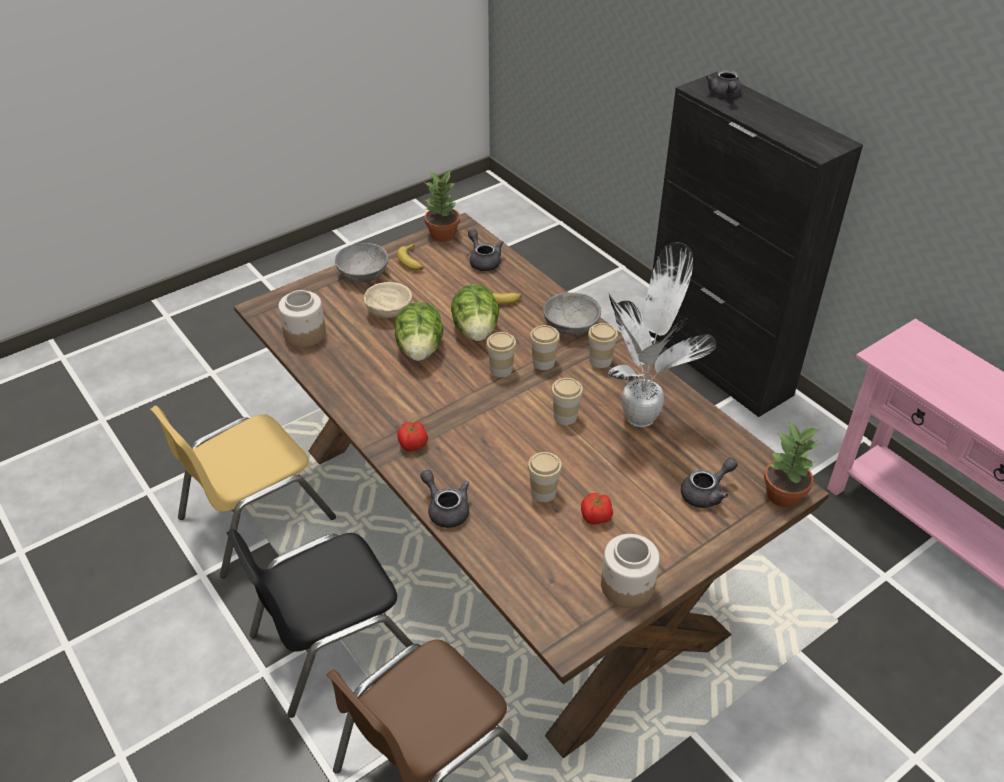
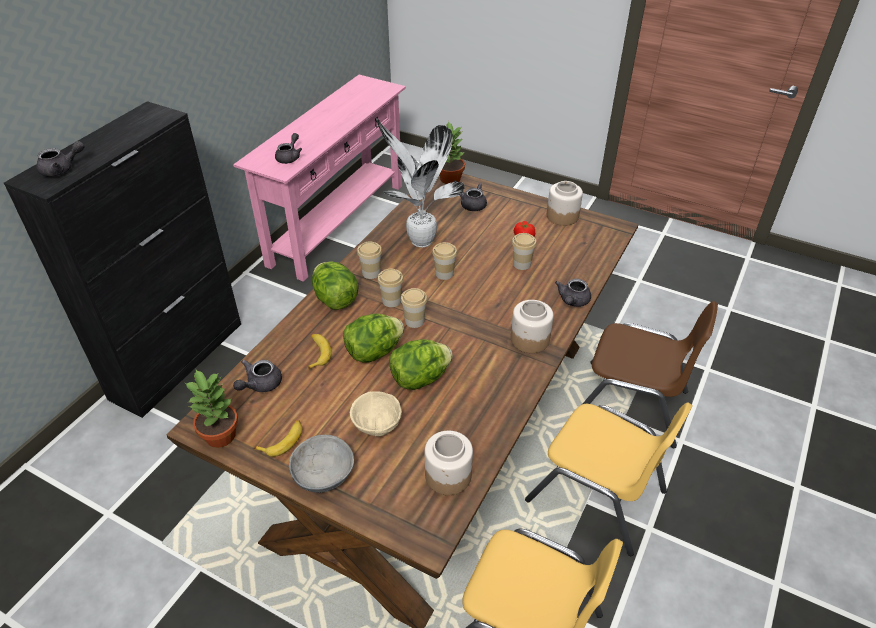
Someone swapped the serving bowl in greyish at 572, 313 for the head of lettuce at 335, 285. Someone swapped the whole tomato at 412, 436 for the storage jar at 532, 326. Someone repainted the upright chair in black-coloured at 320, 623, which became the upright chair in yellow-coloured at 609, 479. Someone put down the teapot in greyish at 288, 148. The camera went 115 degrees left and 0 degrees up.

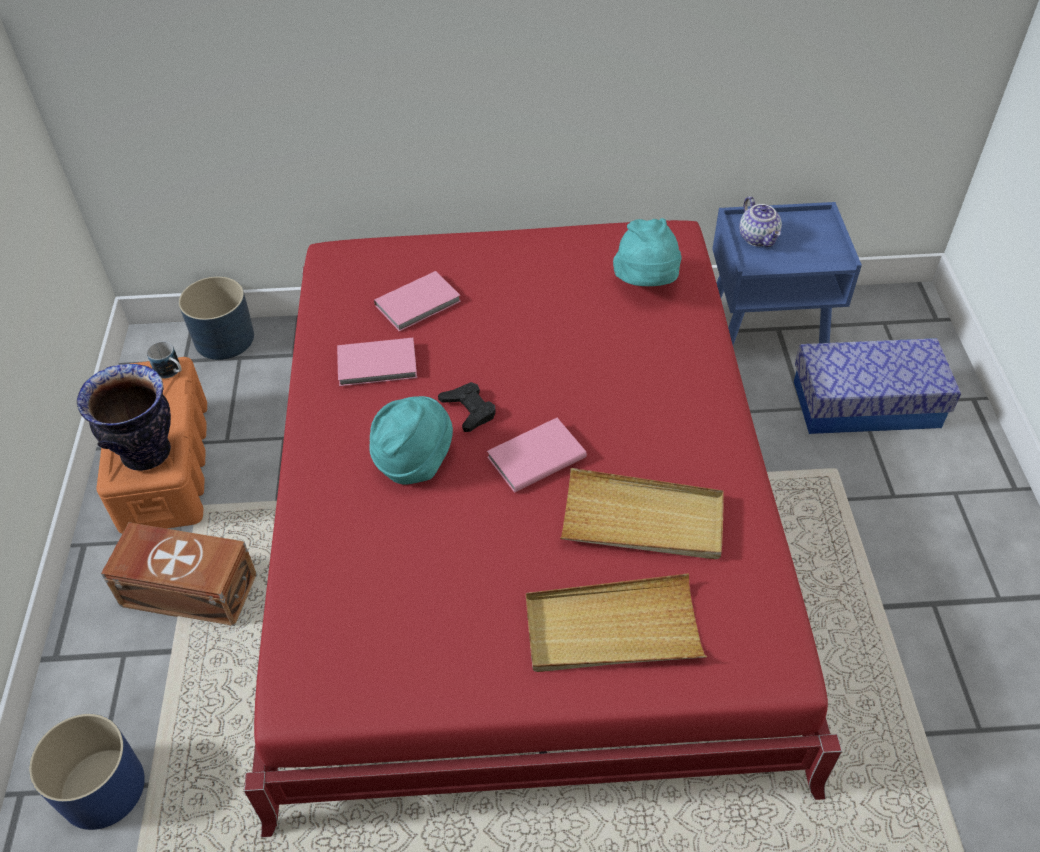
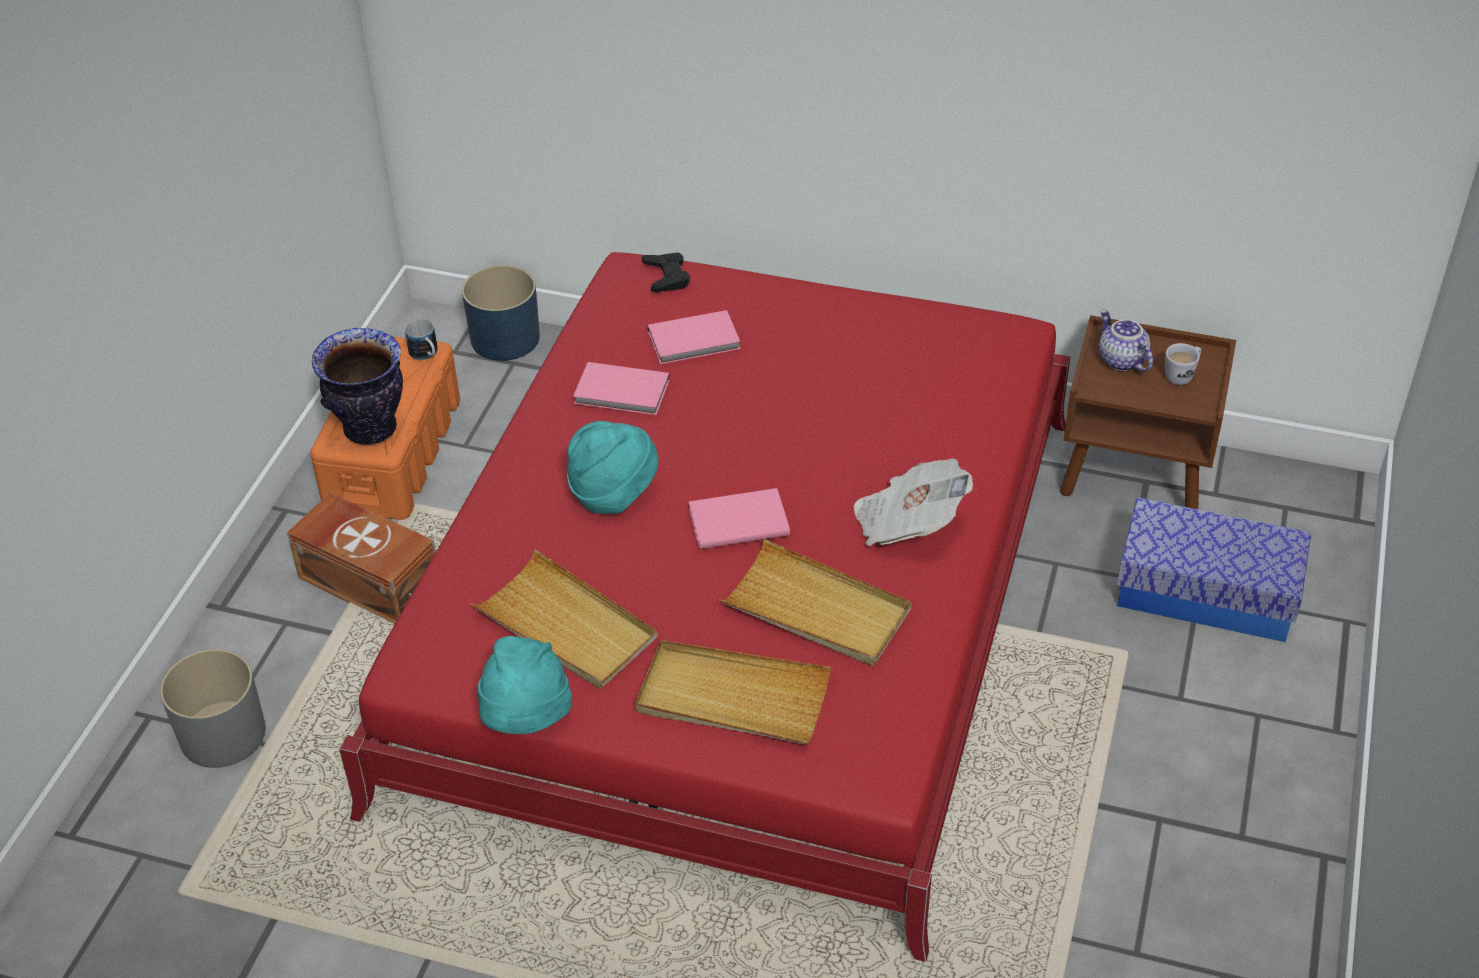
Someone rotated the teapot at 761, 221 by 150 degrees clockwise. Someone repainted the bedside table in bluish at 787, 273, which became the bedside table in brown-coloured at 1148, 412. Someone carried the wearable hat in turquoise from 647, 252 to 525, 685. Someone carried the joypad in black-coloured from 467, 407 to 666, 272. Someone repainted the plant pot in bluish at 87, 772, which became the plant pot in greyish at 212, 708. Someone put down the tea mug in white-coloured at 1183, 364. Someone put down the printed paper at 913, 502. Someone put down the carrying tray in beige-coloured at 564, 619. The camera went 20 degrees right and 5 degrees down.

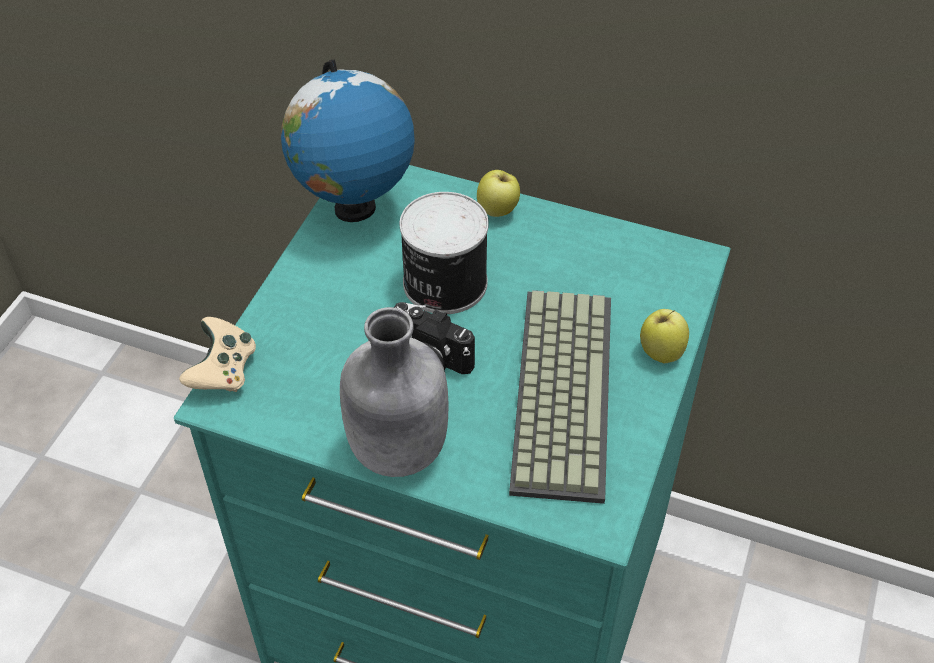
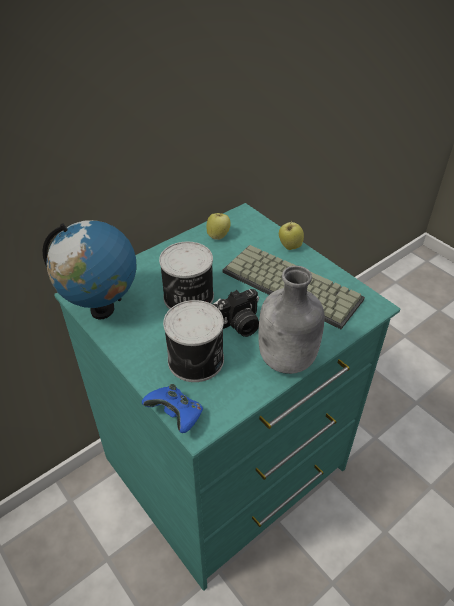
Someone carried the whole apple from 498, 193 to 218, 226. Someone repainted the joypad in beige-coloured at 217, 354, which became the joypad in bluish at 172, 408. Someone put down the sealed can at 193, 341. The camera went 60 degrees left and 5 degrees down.

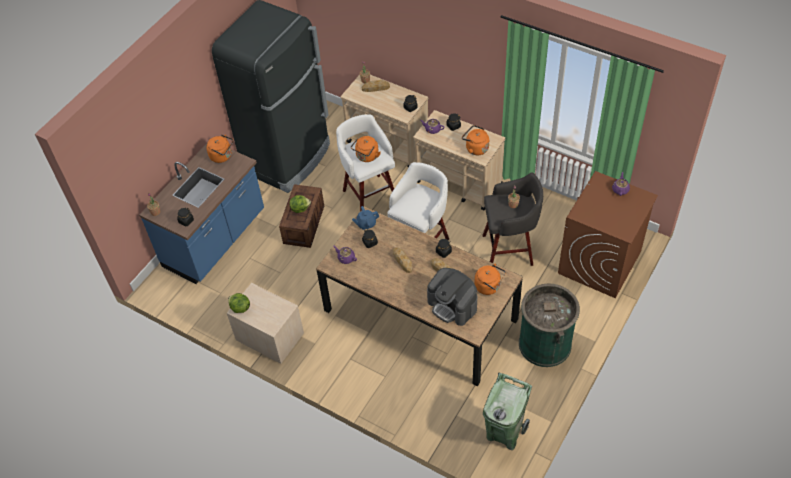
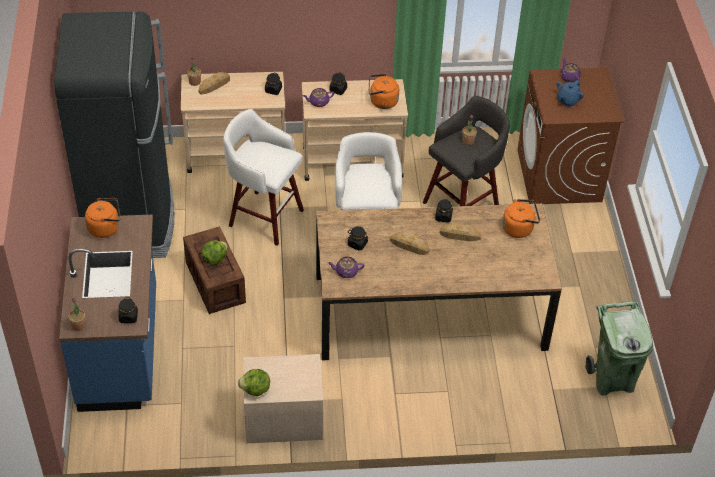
Someone took away the tea kettle in orange-coloured at 365, 149. Someone carried the teapot in bluish from 365, 218 to 570, 93. Someone took away the coffee machine at 452, 297. Someone took away the trash can in green at 549, 325. The camera went 40 degrees left and 5 degrees down.

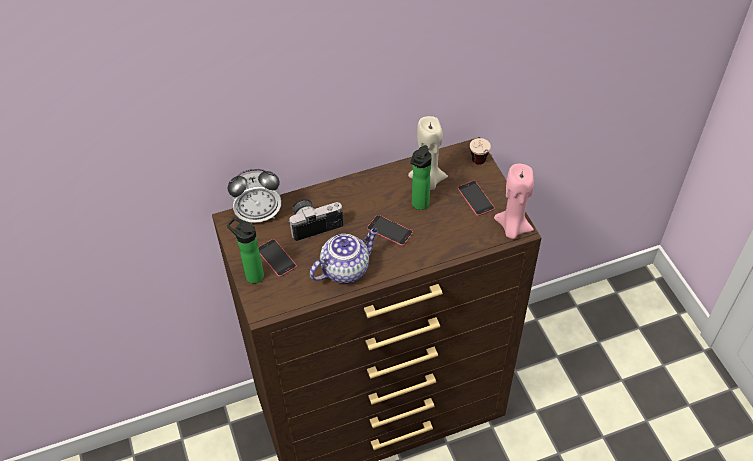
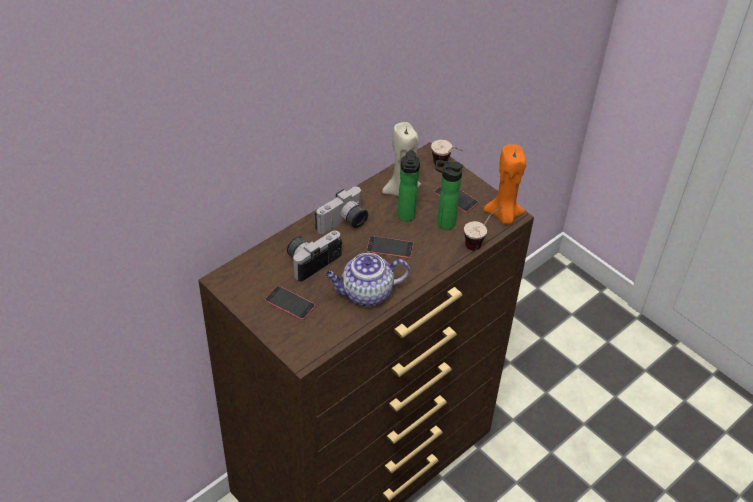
Someone repainted the wax light in pink-coloured at 514, 201, which became the wax light in orange-coloured at 504, 184. Someone took away the bedside clock at 254, 196. Someone carried the drink bottle from 245, 250 to 449, 195. Someone rotated the teapot at 344, 255 by 135 degrees counterclockwise. Someone put down the photo camera at 341, 210. Someone put down the cup at 483, 228. The camera went 25 degrees left and 5 degrees down.

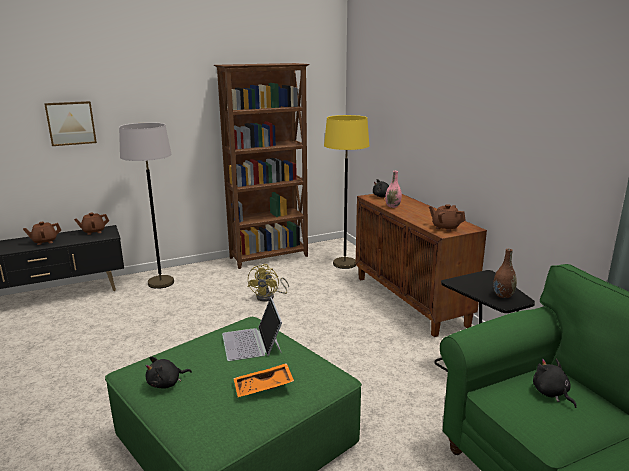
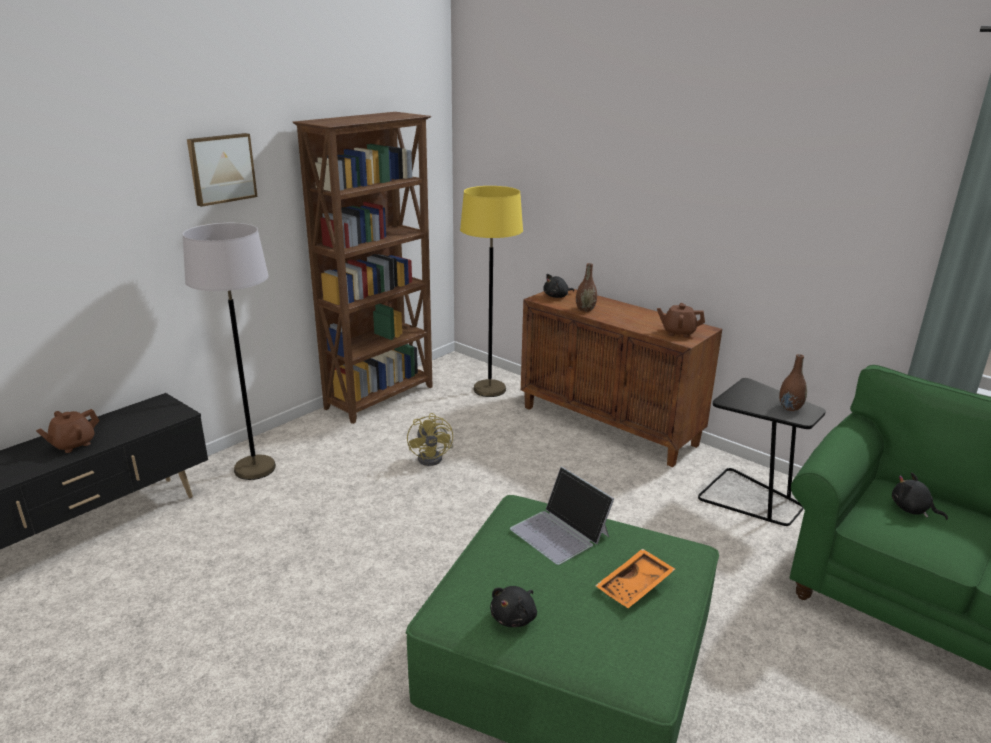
Someone carried the wall art from 70, 123 to 222, 170. Someone repainted the decorative vase in pink-coloured at 393, 189, which became the decorative vase in brown-coloured at 586, 287. Someone took away the teapot in brown-coloured at 91, 224. The camera went 25 degrees left and 5 degrees up.

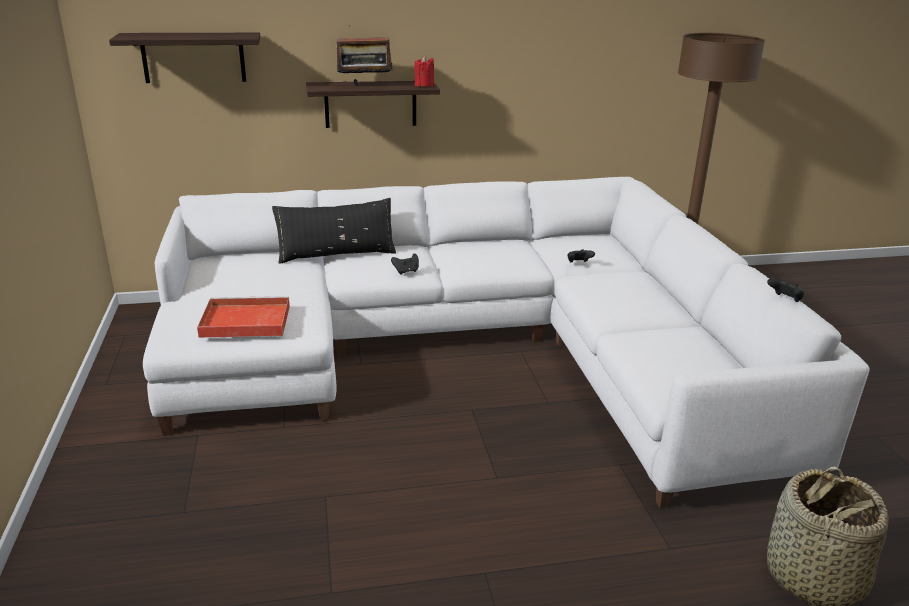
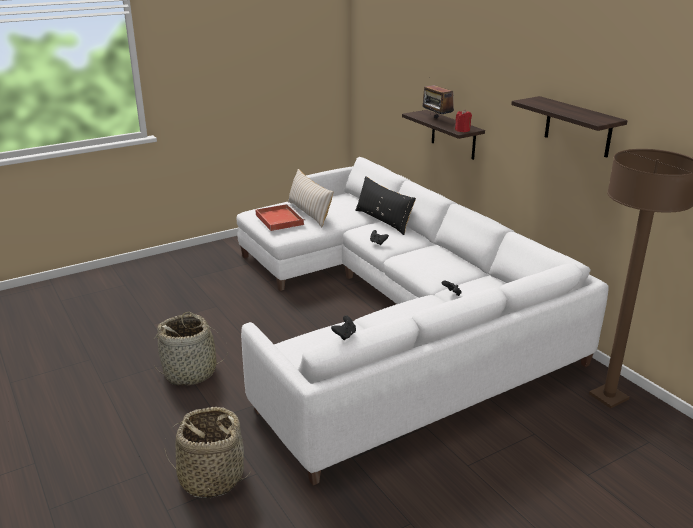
Someone carried the bracket shelf from 185, 58 to 569, 127. Someone put down the cushion in beige-coloured at 311, 198. Someone put down the household basket at 190, 349. The camera went 70 degrees right and 0 degrees up.

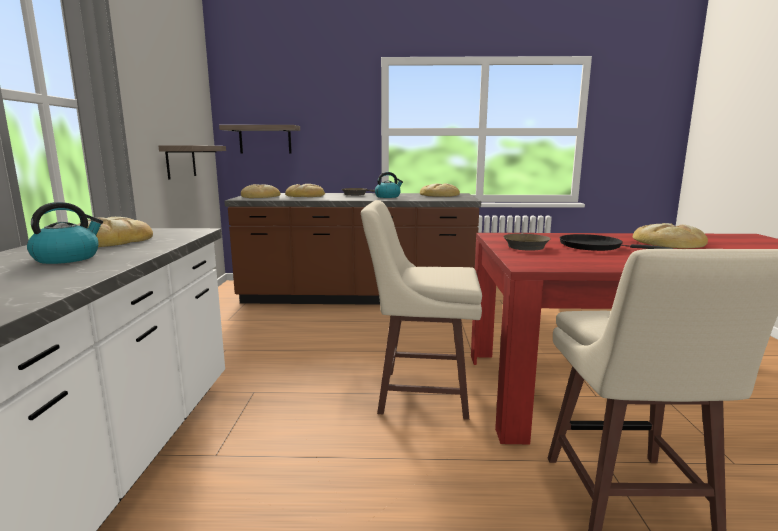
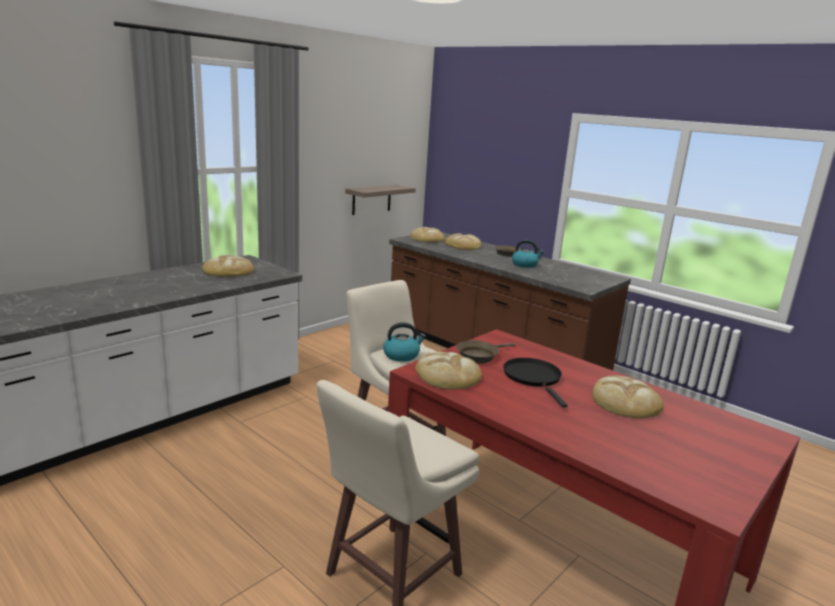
Someone took away the bracket shelf at 259, 139. Someone carried the bread from 440, 190 to 448, 371. Someone carried the tea kettle from 65, 233 to 404, 342. The camera went 40 degrees right and 5 degrees up.

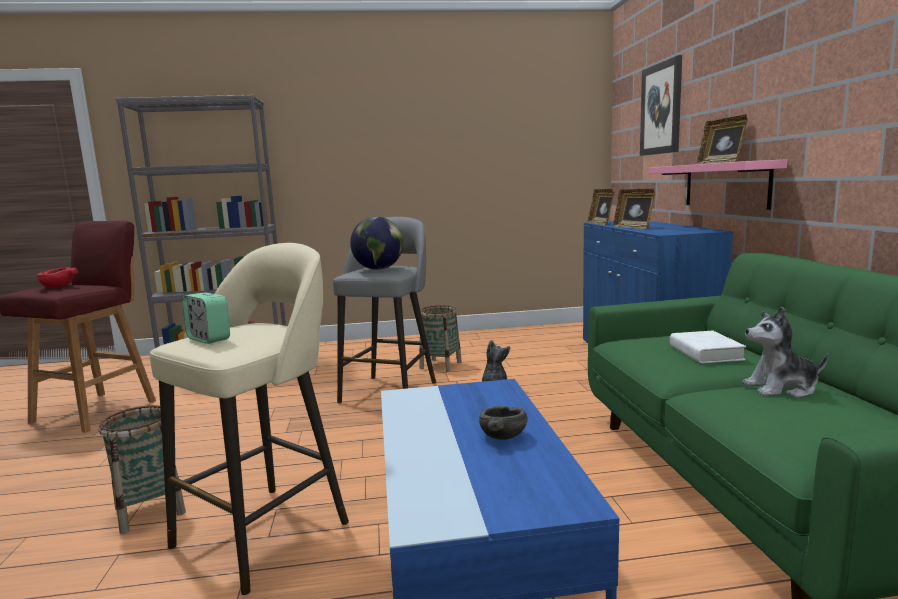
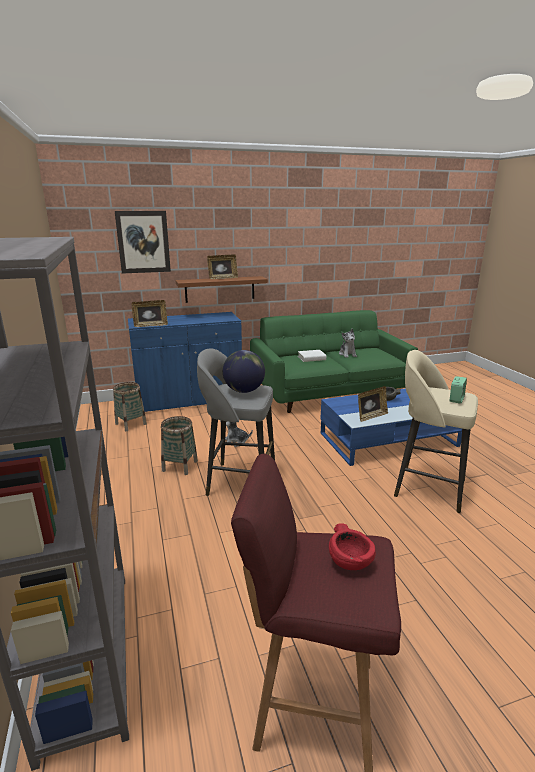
Someone repainted the bracket shelf in pink-coloured at 718, 184, which became the bracket shelf in brown-coloured at 222, 289. Someone carried the standing frame from 634, 209 to 373, 404. Someone carried the household basket from 142, 469 to 130, 406. The camera went 100 degrees left and 10 degrees up.

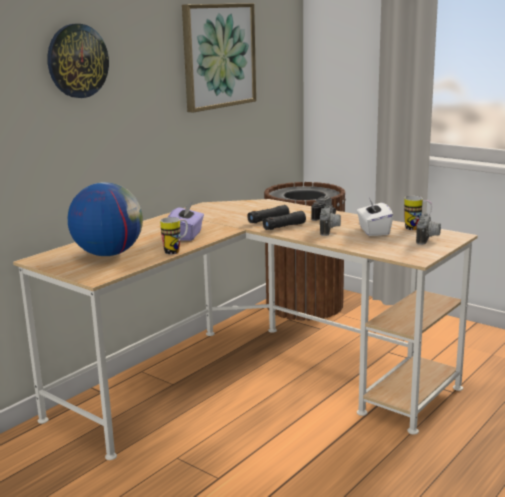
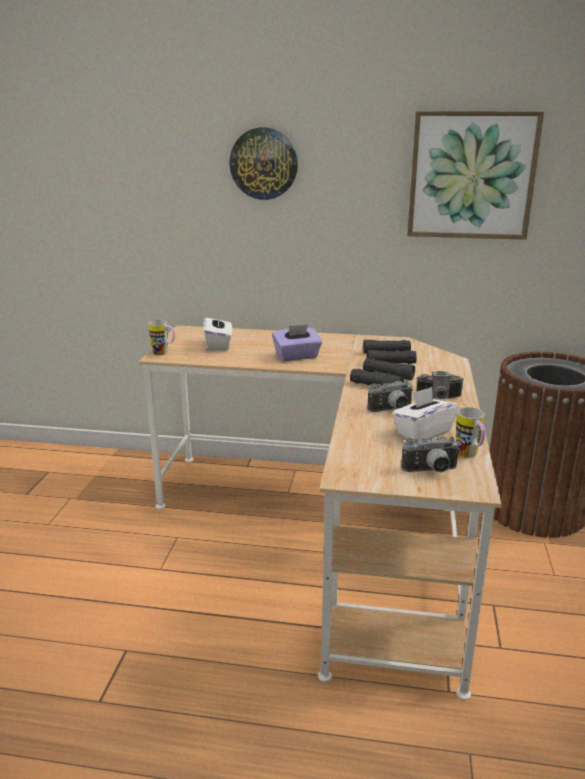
Someone swapped the globe at 105, 219 for the tissue box in white-coloured at 217, 332. Someone carried the tea mug from 174, 236 to 161, 337. Someone put down the pair of binoculars in black-coloured at 390, 352. The camera went 60 degrees right and 5 degrees up.

